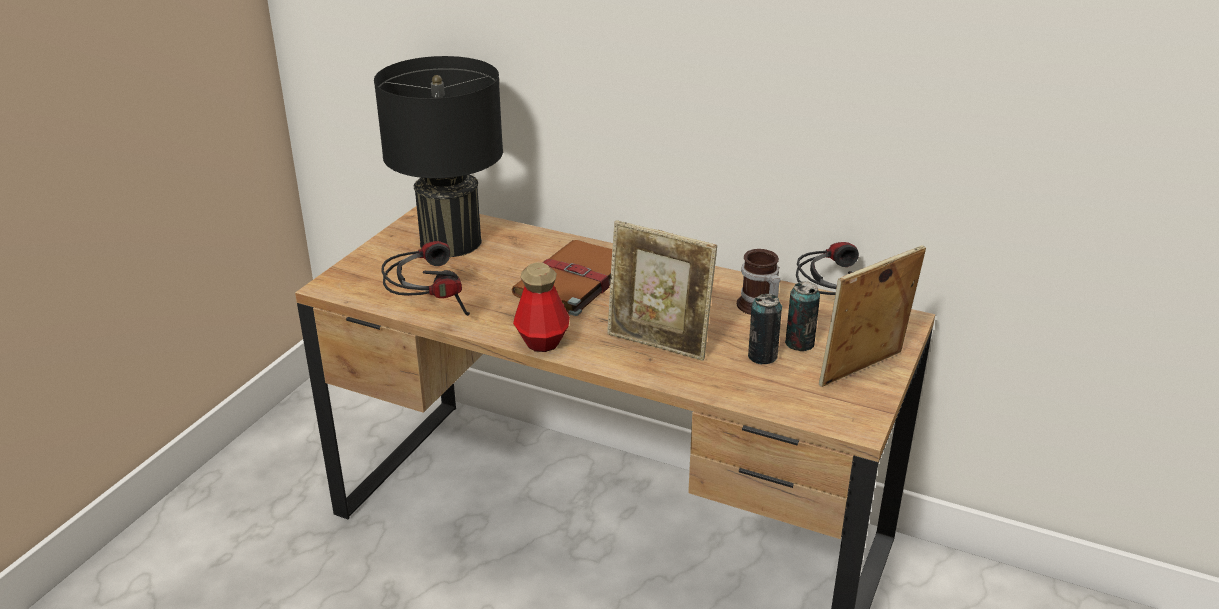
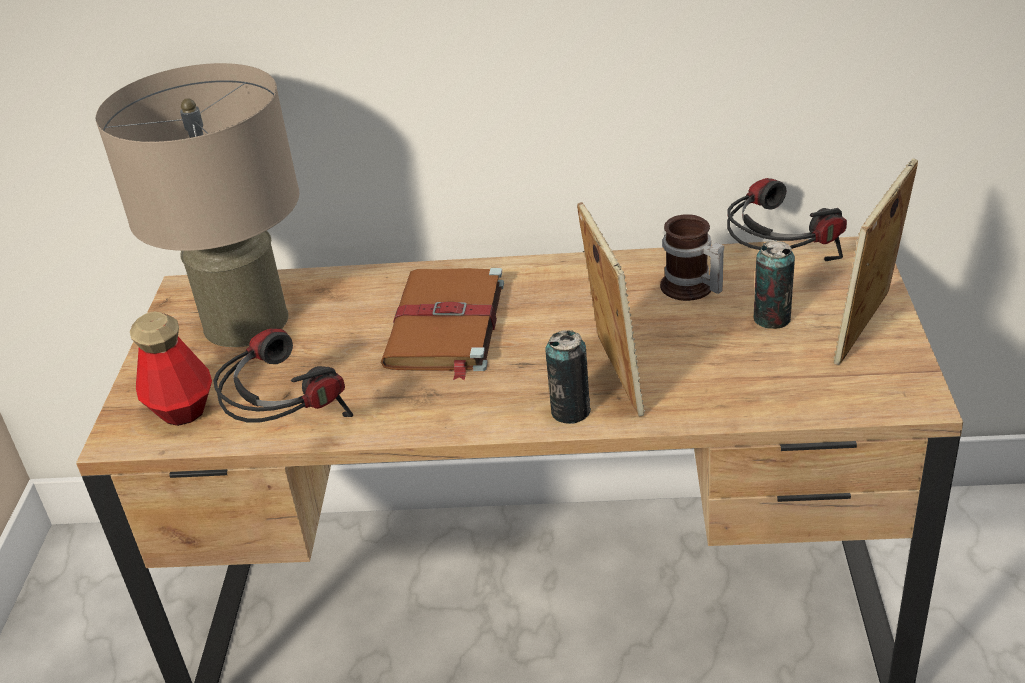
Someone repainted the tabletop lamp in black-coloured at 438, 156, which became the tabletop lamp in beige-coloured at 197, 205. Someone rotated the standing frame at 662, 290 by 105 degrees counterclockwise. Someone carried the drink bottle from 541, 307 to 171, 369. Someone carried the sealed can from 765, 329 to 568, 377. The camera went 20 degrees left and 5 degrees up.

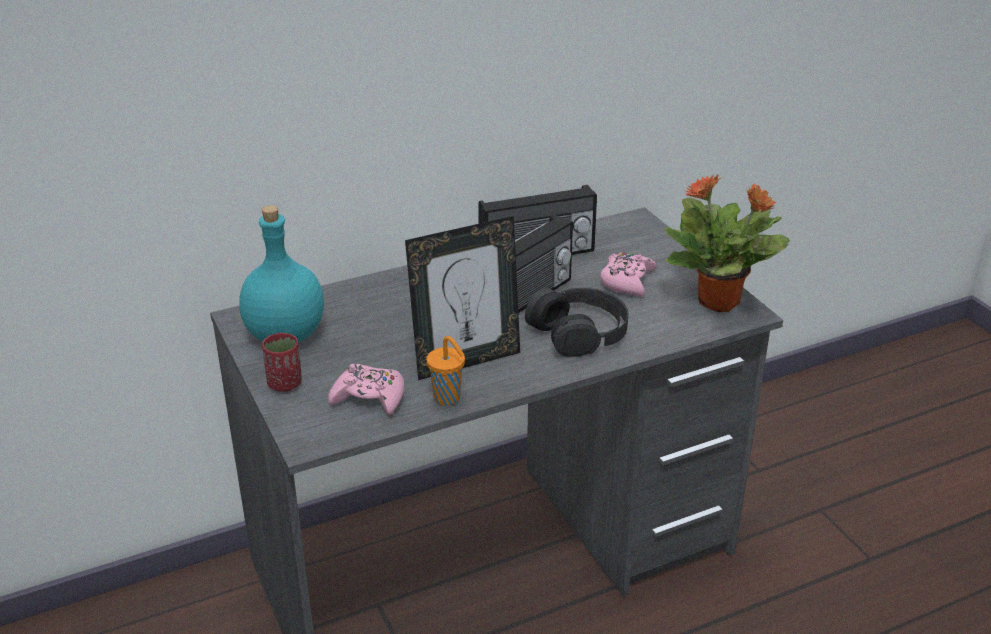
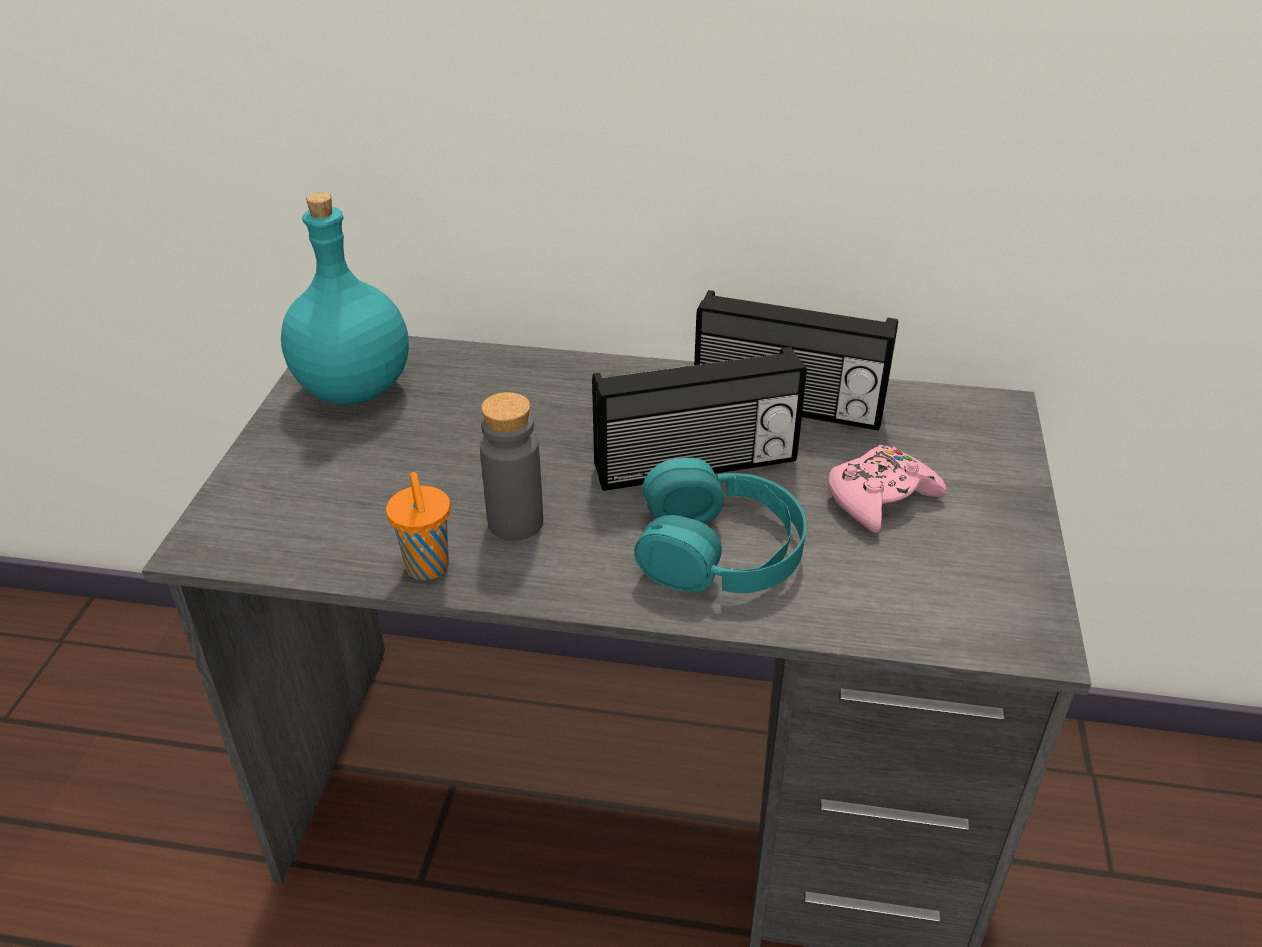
Someone took away the houseplant at 727, 243. Someone swapped the standing frame at 462, 298 for the drink bottle in greyish at 511, 466. Someone repainted the headset in black-coloured at 577, 322, which became the headset in turquoise at 720, 526. Someone took away the cup in red at 282, 362. Someone took away the joypad in pink-coloured at 366, 389. The camera went 35 degrees right and 5 degrees up.

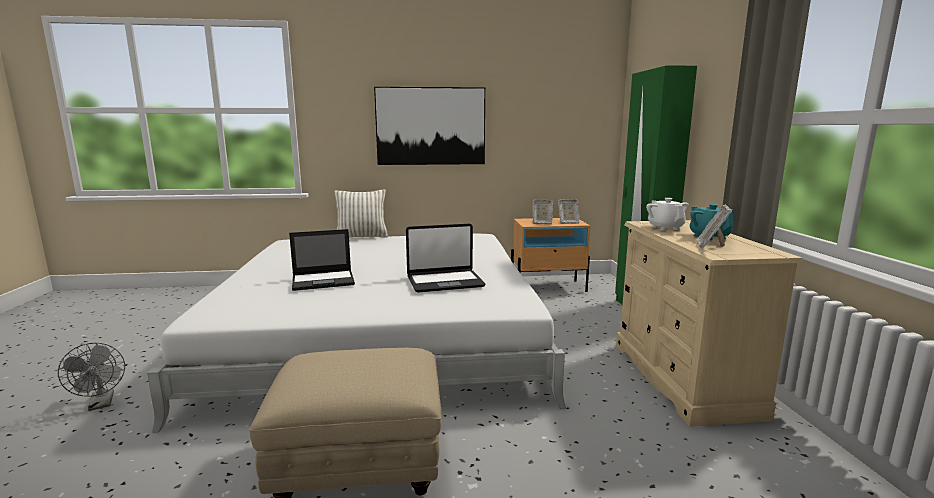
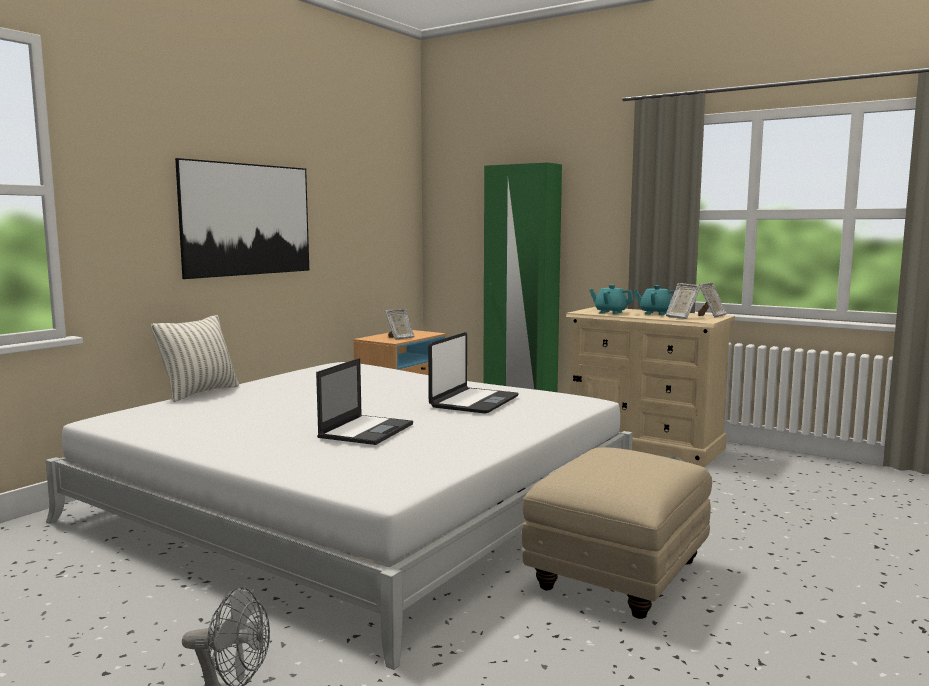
Someone repainted the teapot in white-coloured at 667, 214, which became the teapot in turquoise at 611, 299. Someone carried the standing frame from 568, 211 to 712, 300. The camera went 50 degrees left and 5 degrees down.

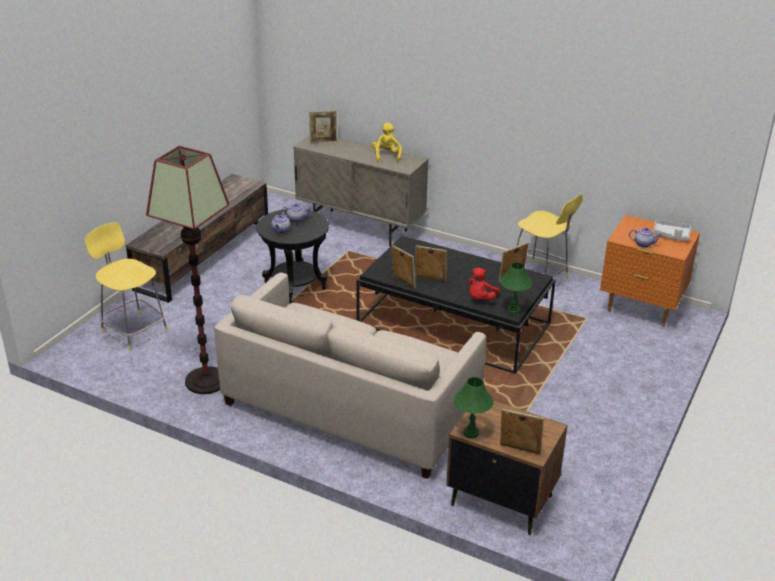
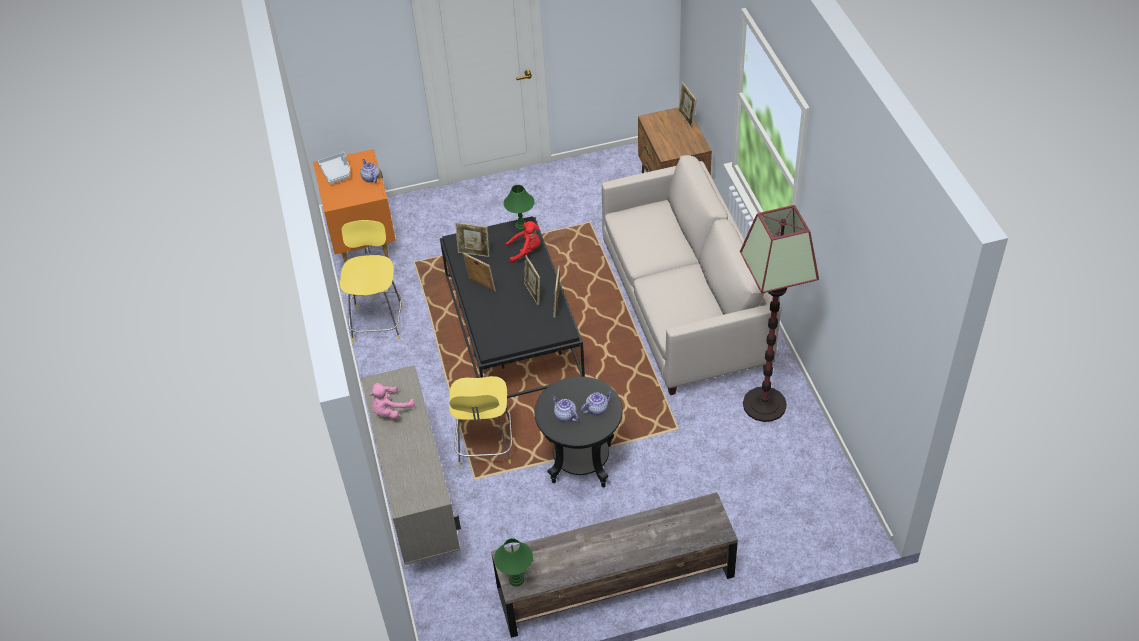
Someone carried the standing frame from 323, 127 to 479, 272. Someone repainted the plush toy in yellow-coloured at 387, 142, which became the plush toy in pink-coloured at 392, 401. Someone carried the stool seat in yellow-coloured from 126, 287 to 480, 421. Someone carried the tabletop lamp in green from 474, 407 to 513, 562. The camera went 130 degrees left and 15 degrees up.

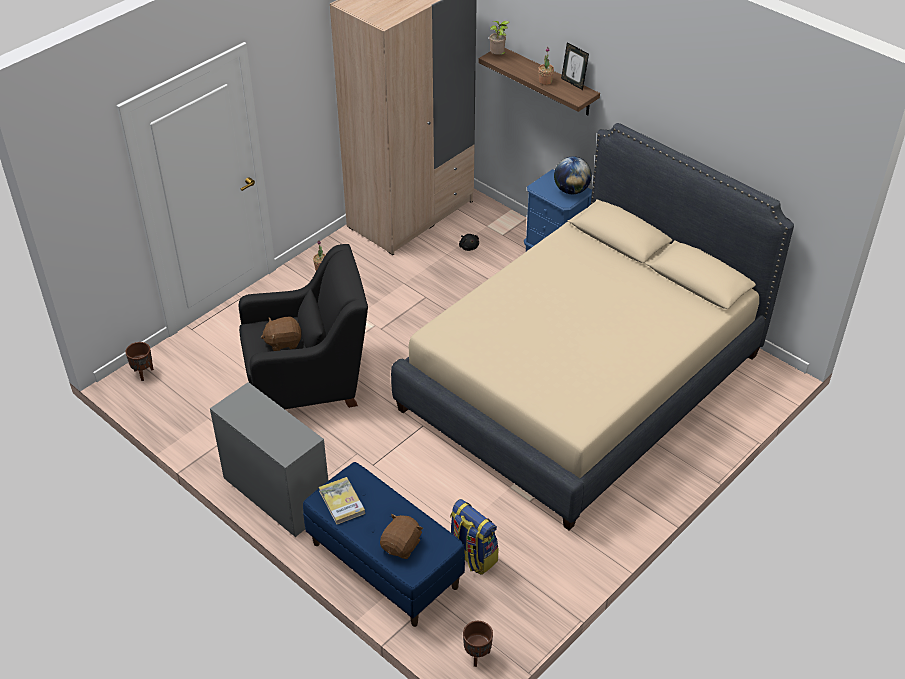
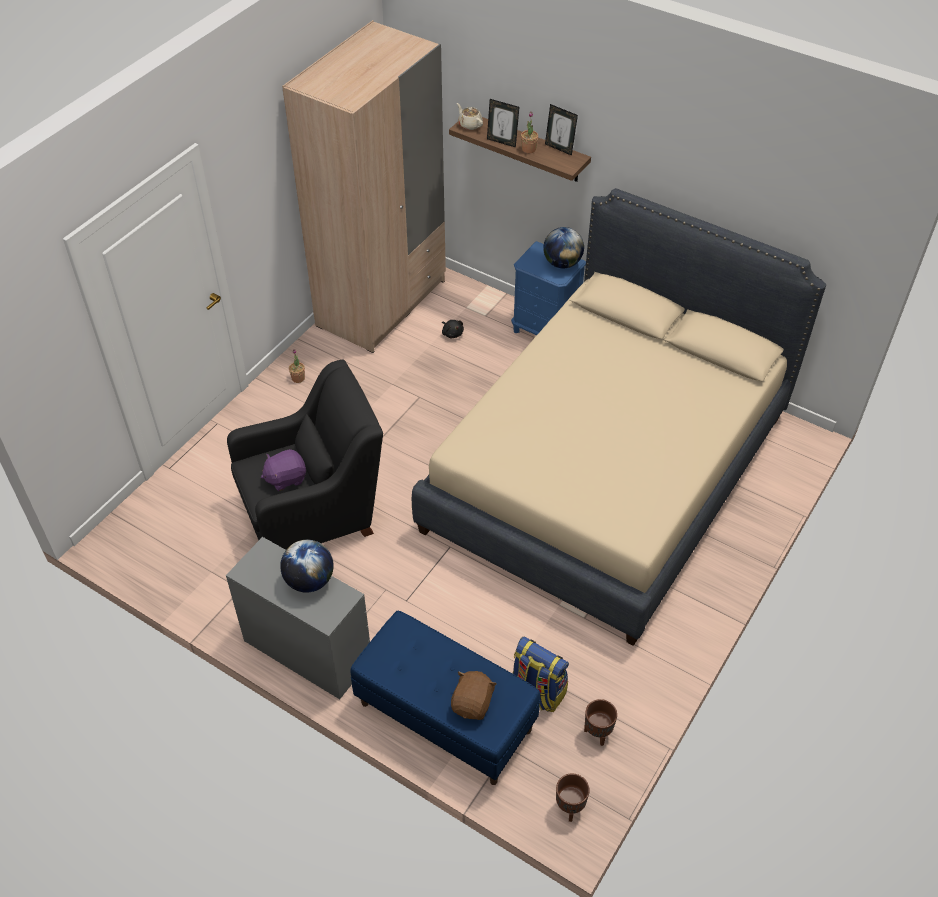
Someone swapped the houseplant at 499, 38 for the teapot in beige-coloured at 470, 116. Someone repainted the plush toy in brown-coloured at 281, 334, which became the plush toy in purple at 283, 470. Someone carried the plant pot in brown-coloured from 139, 361 to 600, 722. Someone took away the book at 342, 500. Someone put down the standing frame at 503, 123. Someone put down the globe at 307, 566. The camera went 10 degrees left and 5 degrees up.

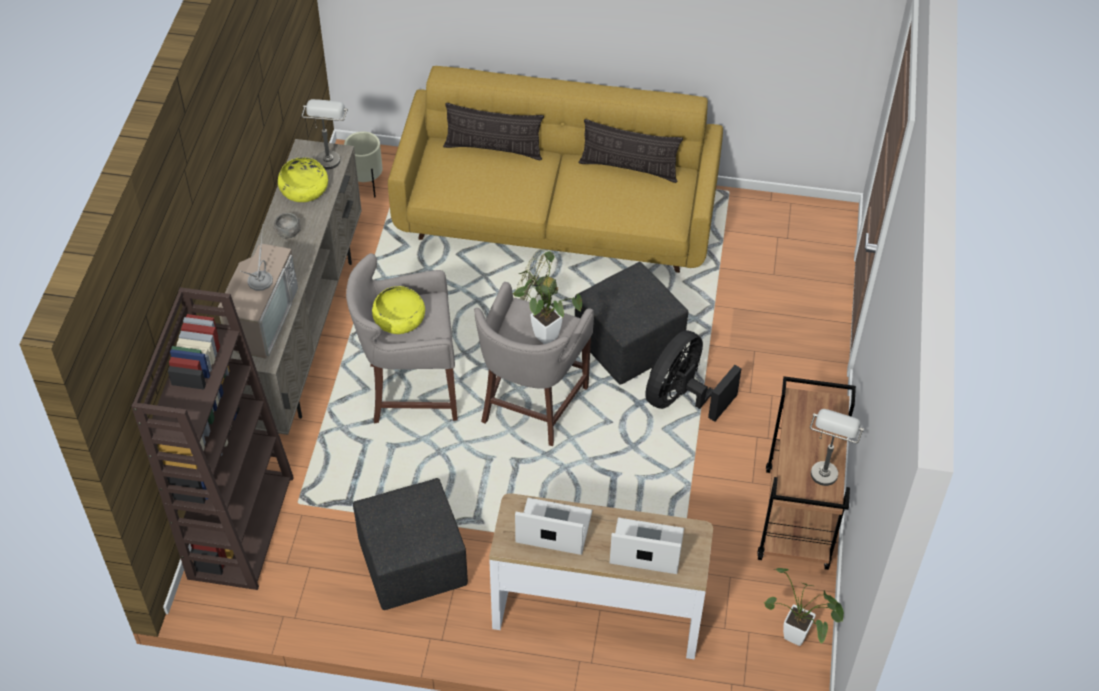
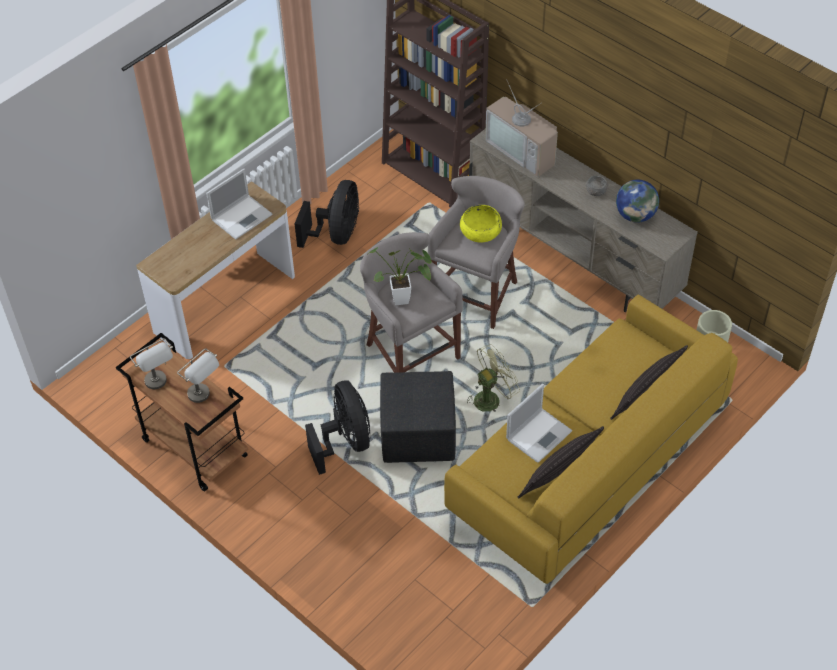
Someone carried the tabletop lamp in greyish from 325, 134 to 198, 376. Someone swapped the serving bowl in yellow-coloured at 303, 179 for the globe at 637, 201. Someone swapped the footrest in black-coloured at 410, 544 for the cooling fan in black-coloured at 327, 214. Someone carried the notebook computer from 647, 546 to 539, 423. Someone took away the houseplant at 804, 607. The camera went 125 degrees right and 0 degrees up.

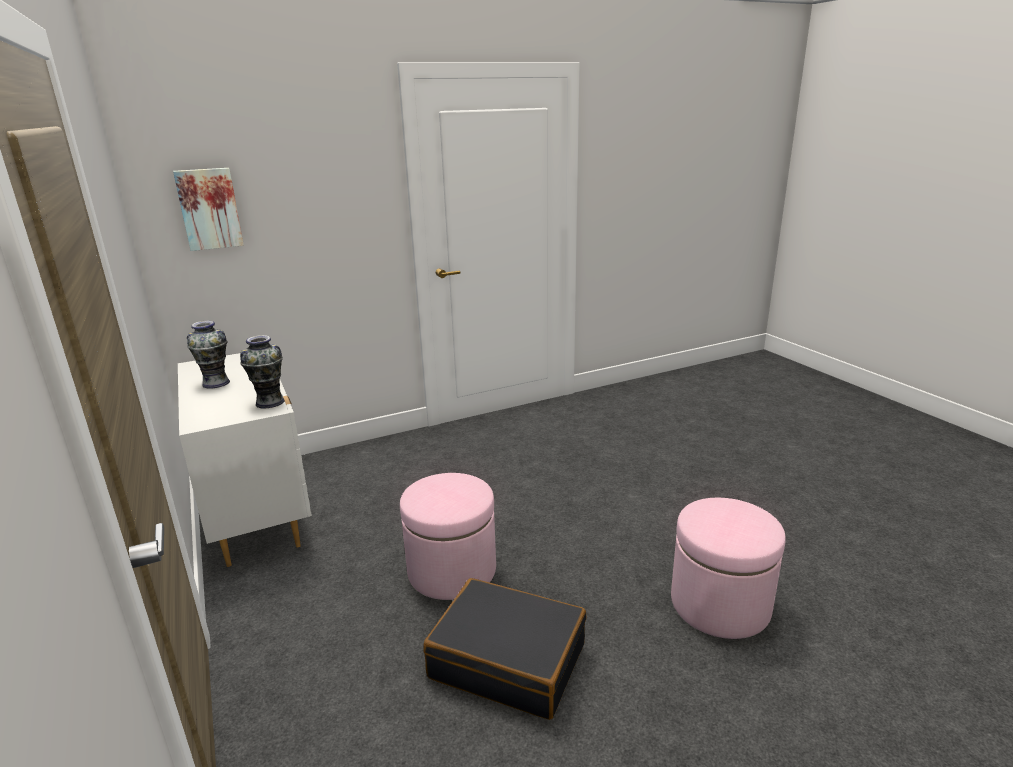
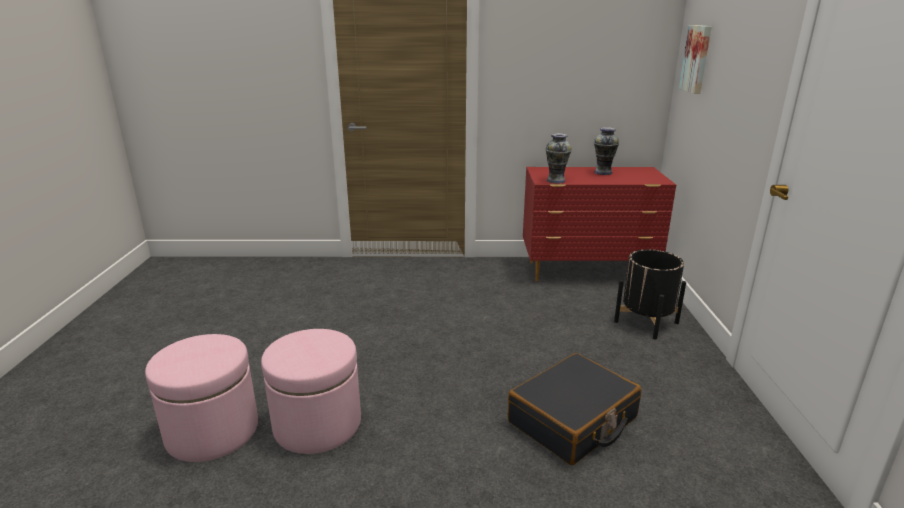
Someone repainted the chest of drawers in white-coloured at 245, 460, which became the chest of drawers in red at 599, 224. Someone carried the footrest in pink-coloured from 448, 536 to 201, 398. Someone carried the travel case in black-coloured from 505, 649 to 574, 409. Someone put down the plant pot in black-coloured at 650, 294. The camera went 115 degrees right and 0 degrees up.

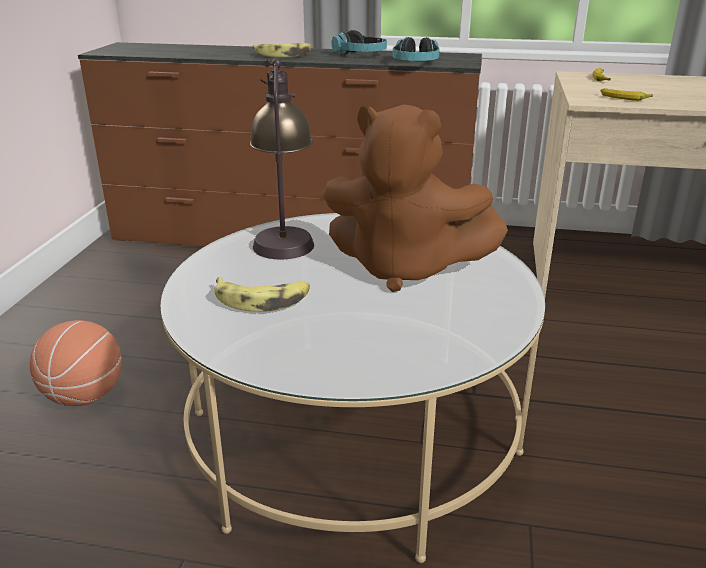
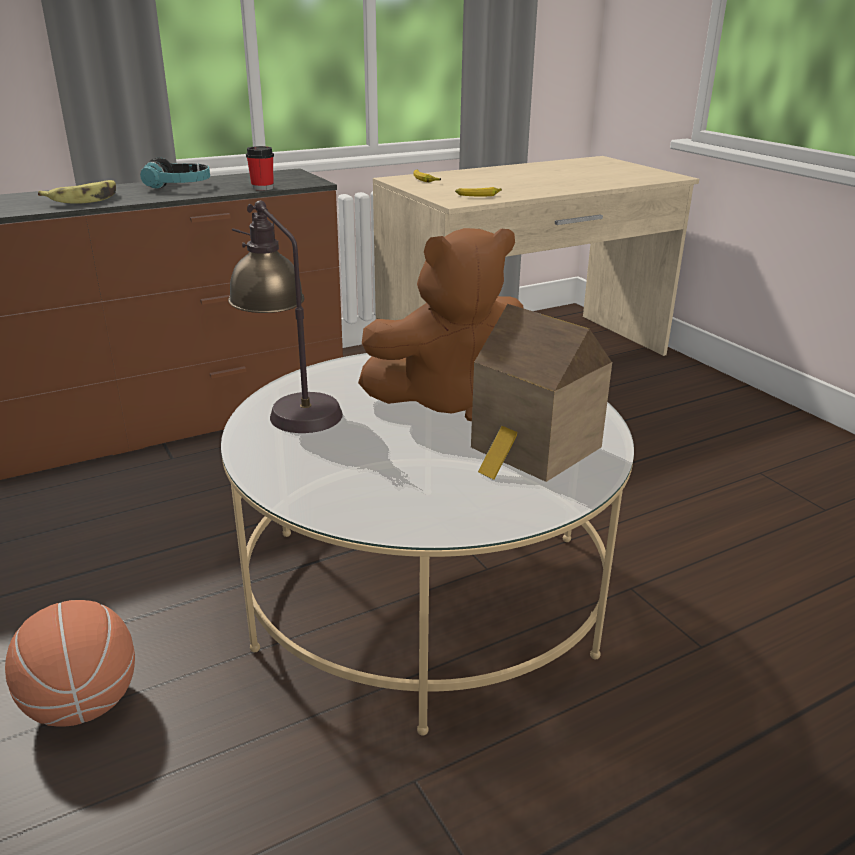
Someone swapped the headset at 416, 49 for the cup at 260, 168. Someone took away the banana at 262, 294. Someone put down the toy house at 541, 393. The camera went 40 degrees left and 0 degrees up.

